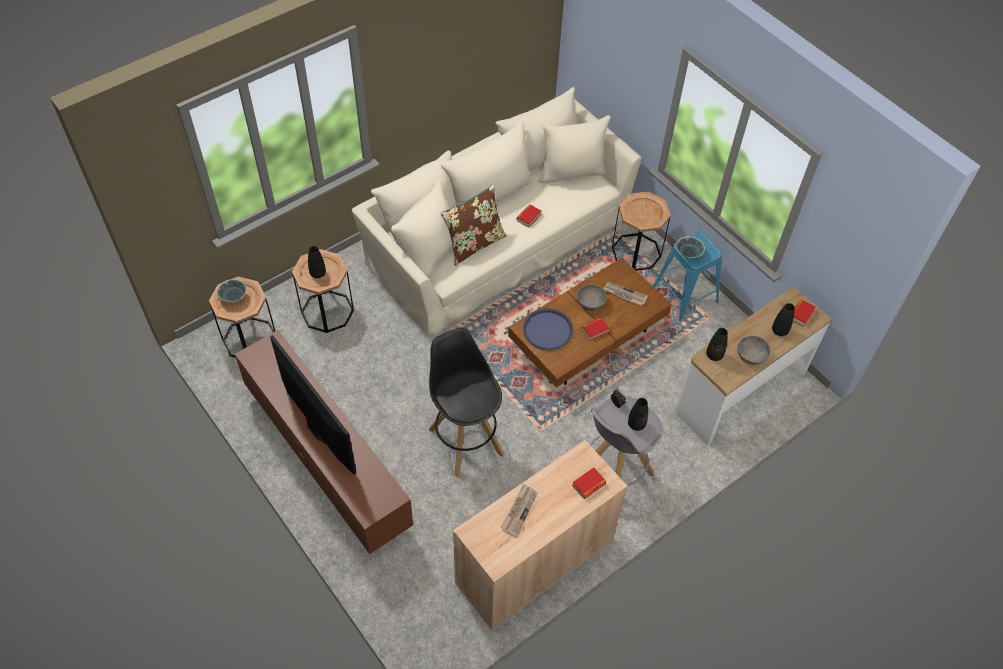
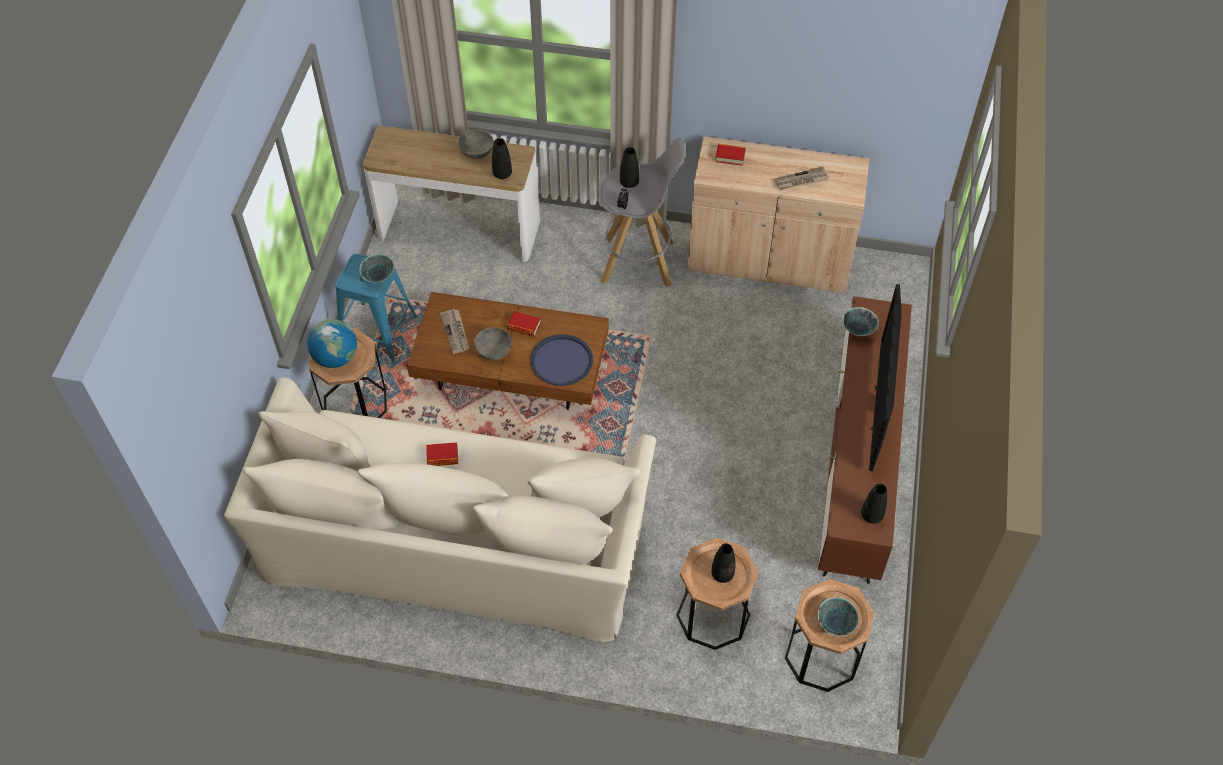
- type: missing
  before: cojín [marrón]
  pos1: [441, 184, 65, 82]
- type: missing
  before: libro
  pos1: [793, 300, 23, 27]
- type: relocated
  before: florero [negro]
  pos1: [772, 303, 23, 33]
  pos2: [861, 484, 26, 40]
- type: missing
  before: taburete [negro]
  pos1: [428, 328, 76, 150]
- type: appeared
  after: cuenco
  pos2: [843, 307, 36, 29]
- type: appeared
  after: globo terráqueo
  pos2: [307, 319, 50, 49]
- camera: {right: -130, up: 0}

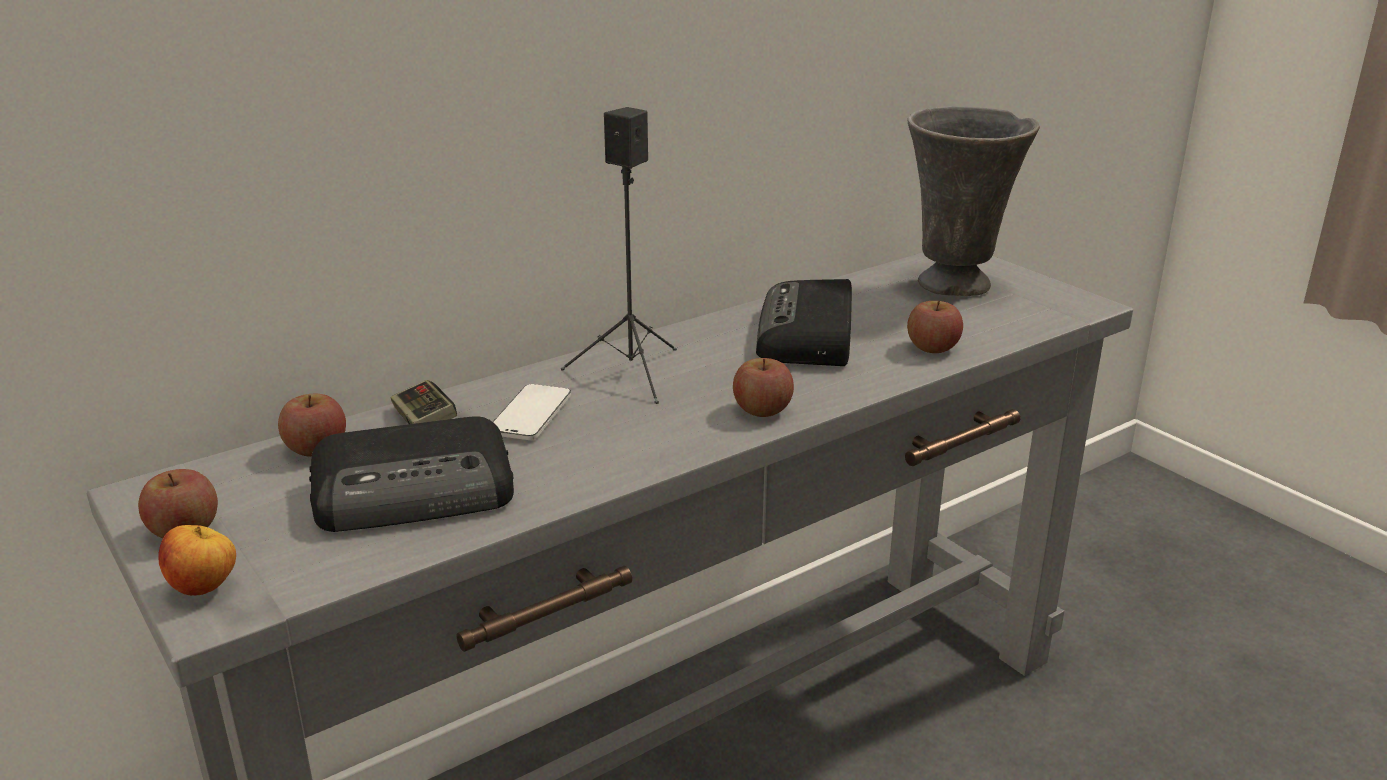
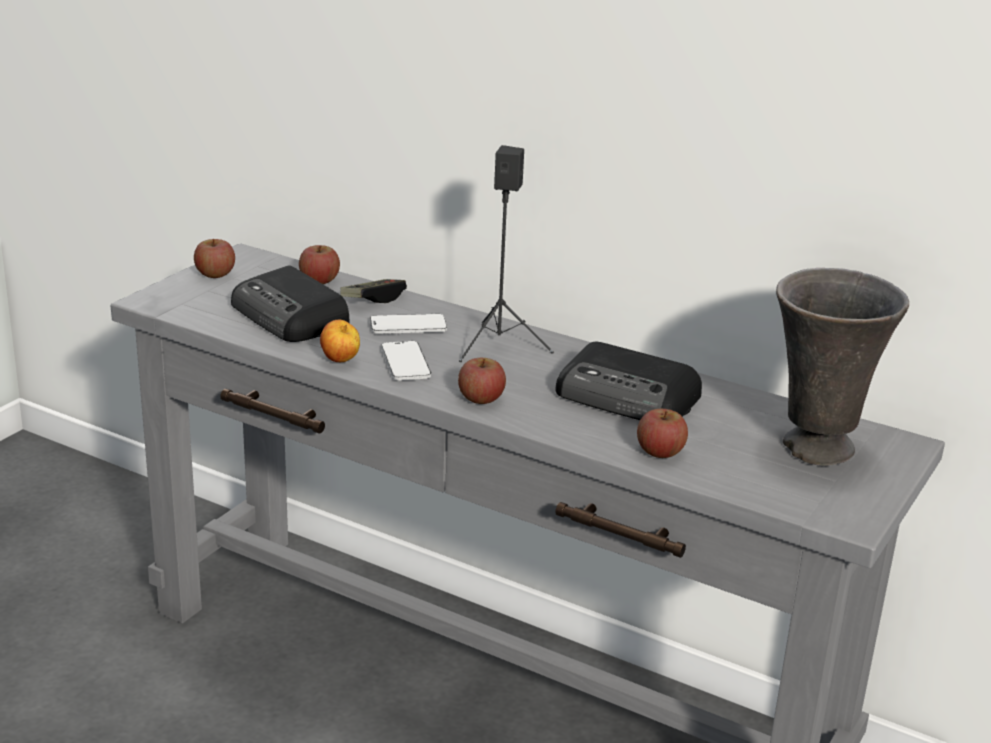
- type: spun
  before: radio
  pos1: [756, 279, 96, 87]
  pos2: [555, 342, 147, 78]
  turn: -135
- type: relocated
  before: manzana
  pos1: [159, 525, 77, 71]
  pos2: [320, 320, 40, 42]
- type: appeared
  after: móvil
  pos2: [381, 341, 50, 40]
- camera: {right: 65, up: 0}

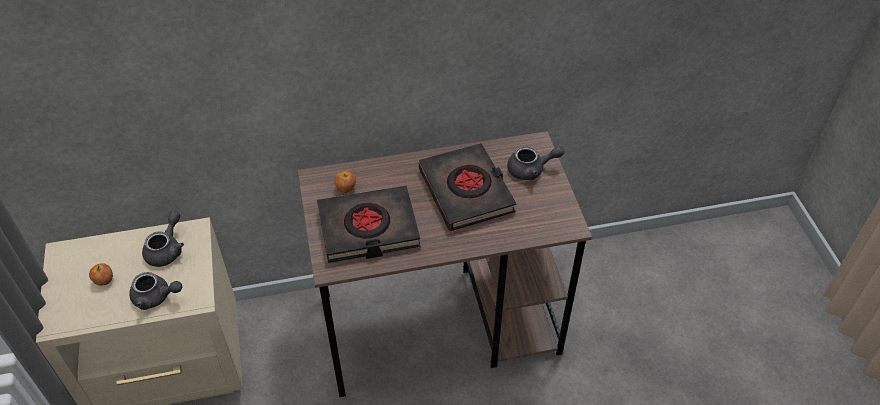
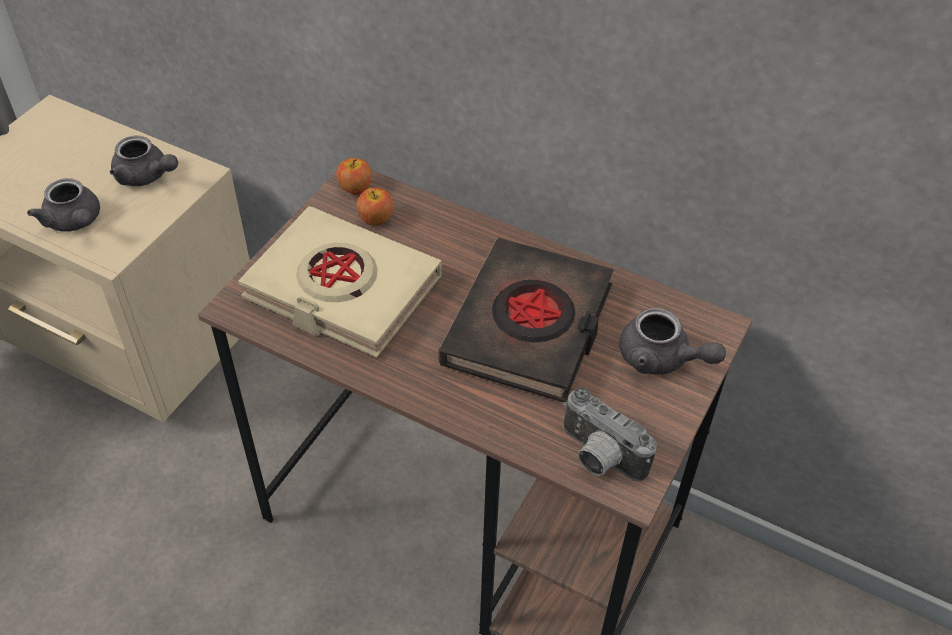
- type: colour
  before: libro [negro]
  after: libro [beis]
  pos1: [317, 186, 103, 77]
  pos2: [238, 206, 204, 152]
- type: spun
  before: tetera [gris]
  pos1: [142, 211, 42, 56]
  pos2: [110, 136, 68, 50]
  turn: 60
- type: relocated
  before: manzana
  pos1: [89, 263, 24, 23]
  pos2: [336, 158, 36, 37]
- type: appeared
  after: cámara
  pos2: [563, 387, 94, 95]
- camera: {right: 40, up: 0}

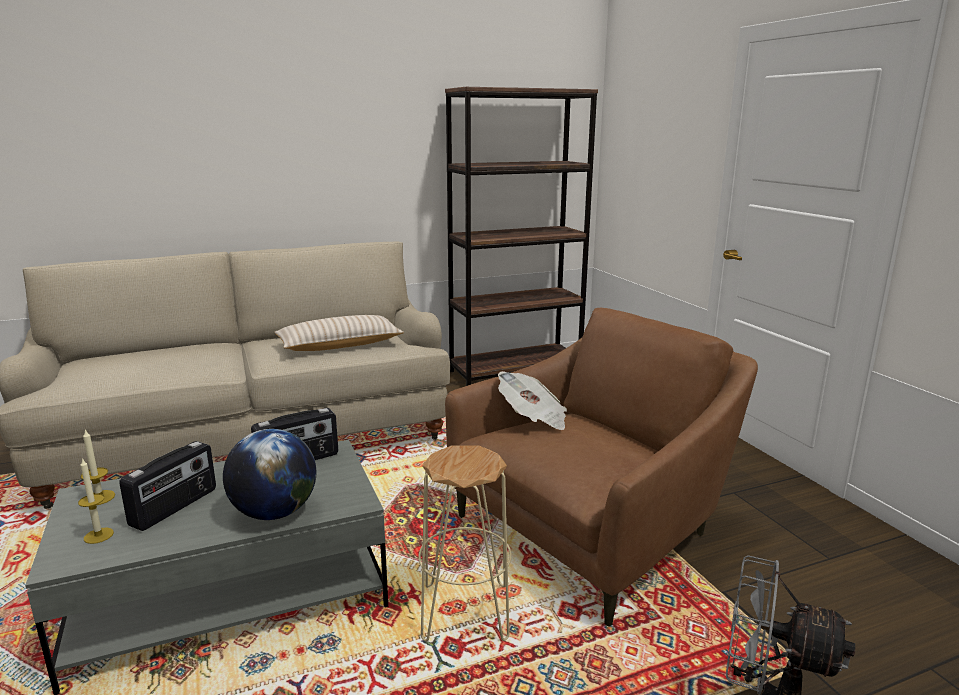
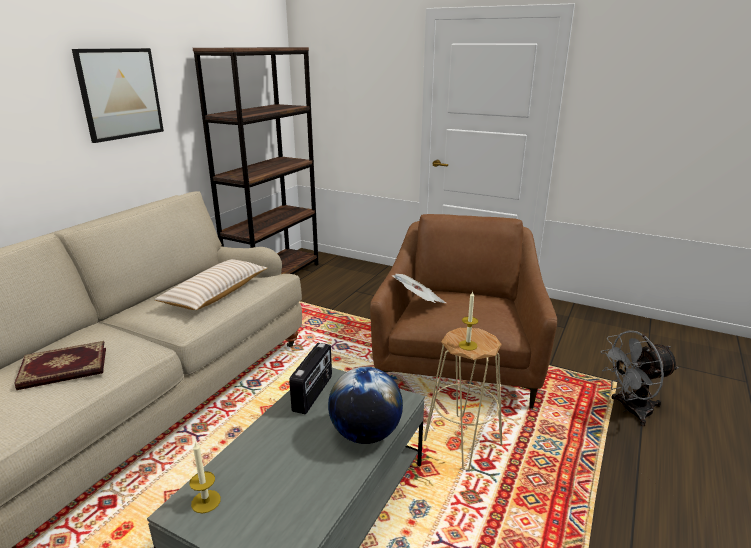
- type: missing
  before: radio
  pos1: [119, 441, 97, 90]
- type: relocated
  before: vela
  pos1: [78, 458, 36, 86]
  pos2: [459, 291, 19, 59]
- type: appeared
  after: cuadro
  pos2: [72, 48, 92, 95]
- type: appeared
  after: libro
  pos2: [15, 341, 91, 49]
- camera: {right: -40, up: 5}

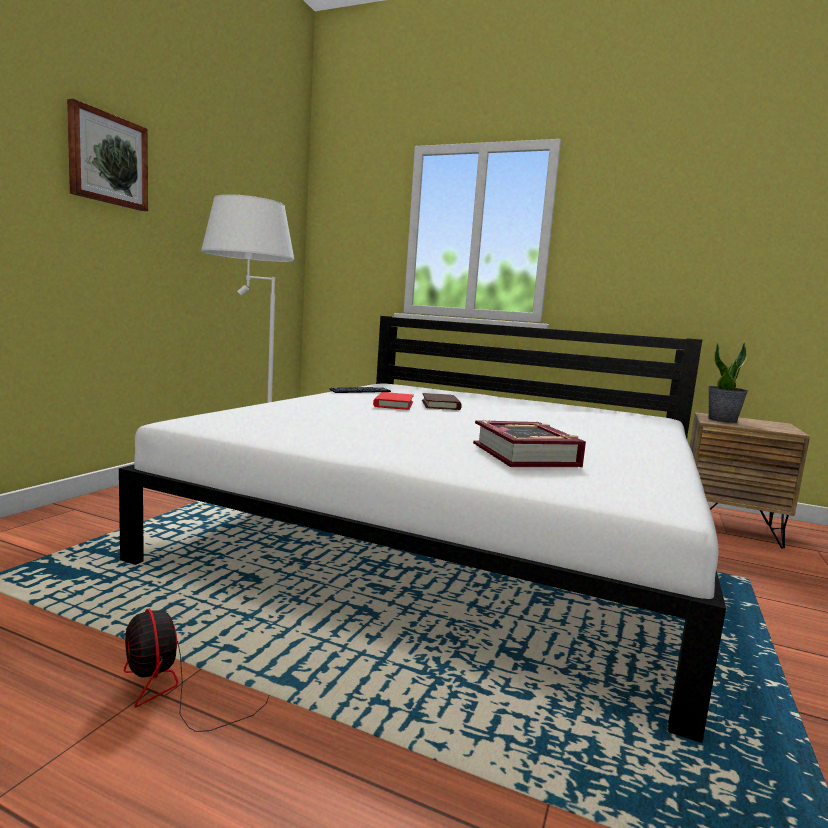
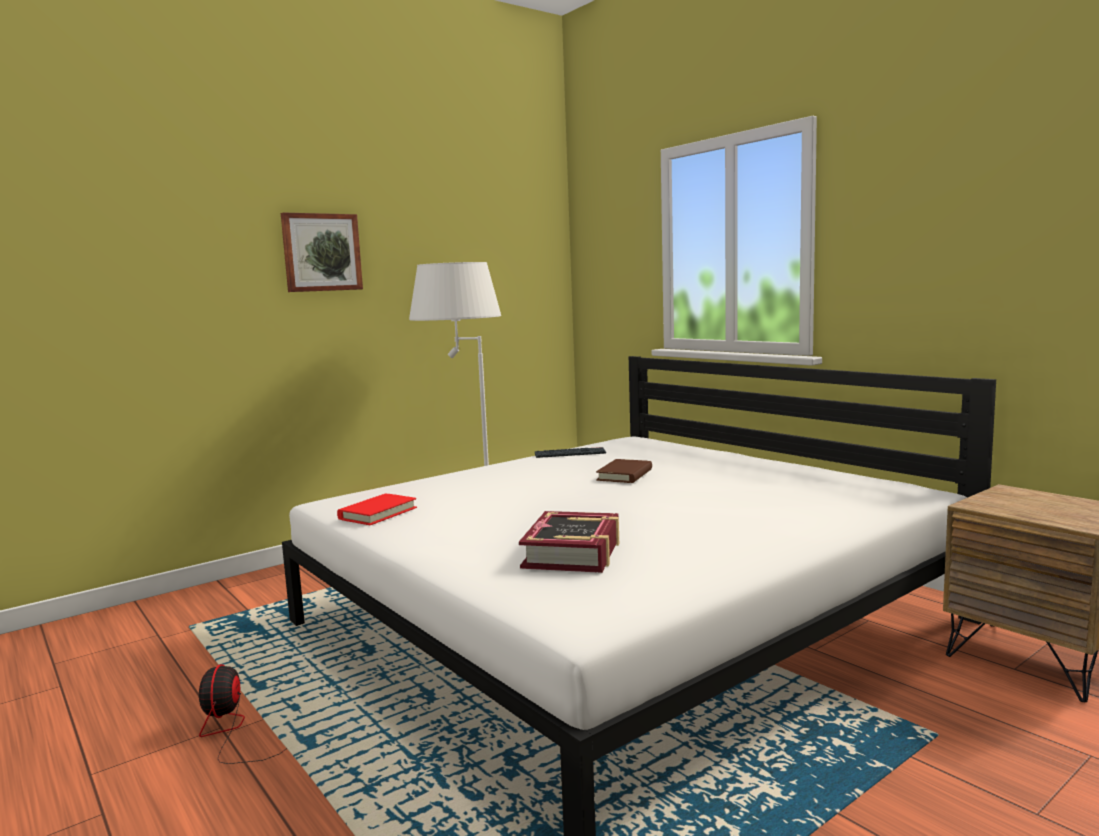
- type: missing
  before: planta en maceta
  pos1: [708, 342, 40, 81]
- type: relocated
  before: libro [rojo]
  pos1: [373, 392, 41, 18]
  pos2: [337, 493, 80, 32]
- camera: {right: 30, up: 0}

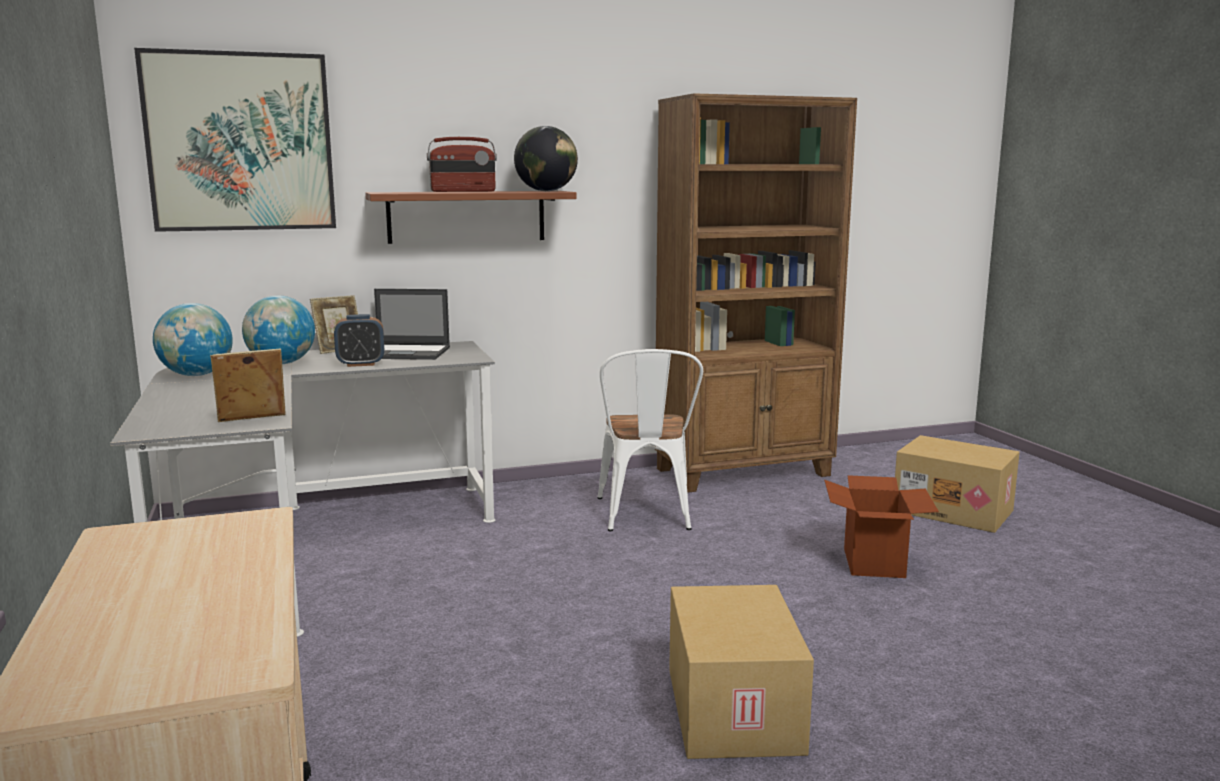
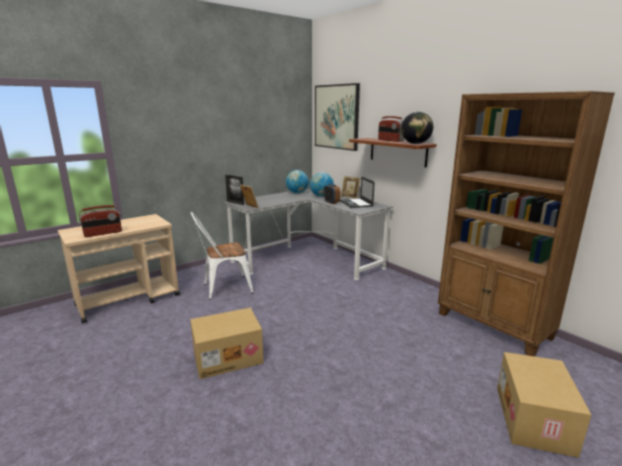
- type: relocated
  before: silla [blanco]
  pos1: [597, 349, 106, 182]
  pos2: [191, 212, 62, 87]
- type: missing
  before: caja de cartón
  pos1: [824, 475, 115, 103]
- type: appeared
  after: portarretratos
  pos2: [225, 175, 19, 30]
- type: appeared
  after: radio
  pos2: [79, 205, 43, 32]
- camera: {right: 70, up: 5}

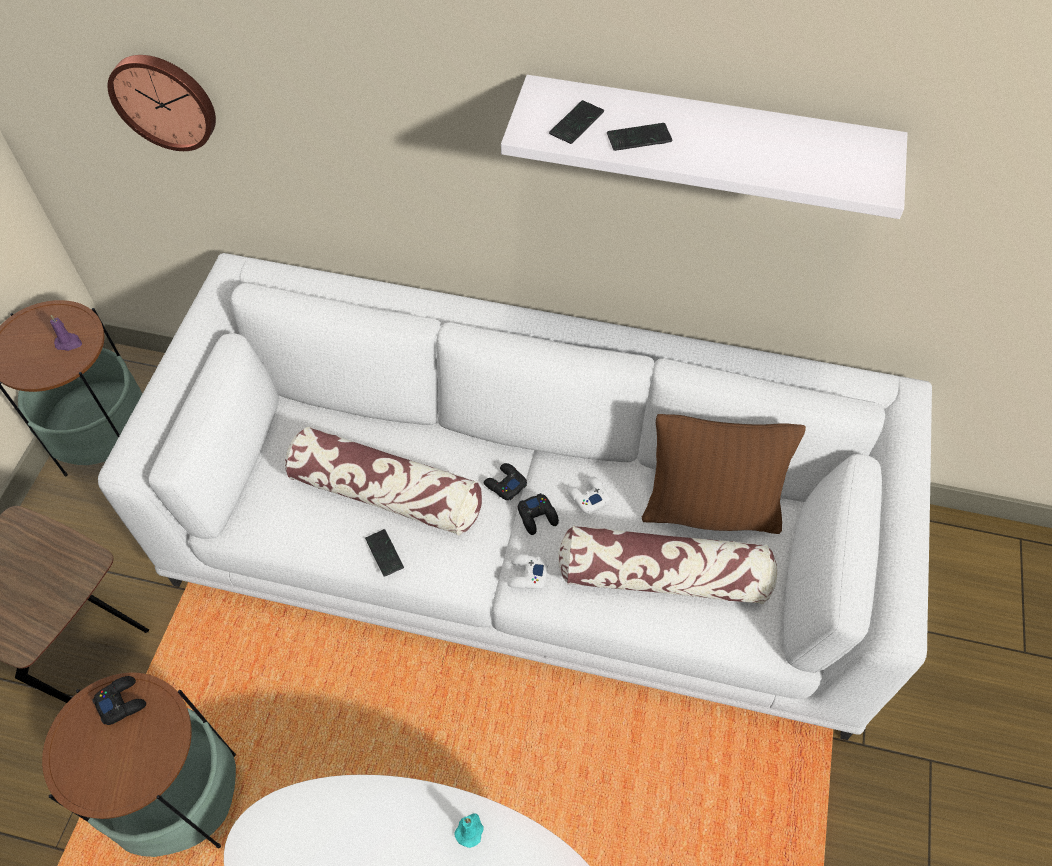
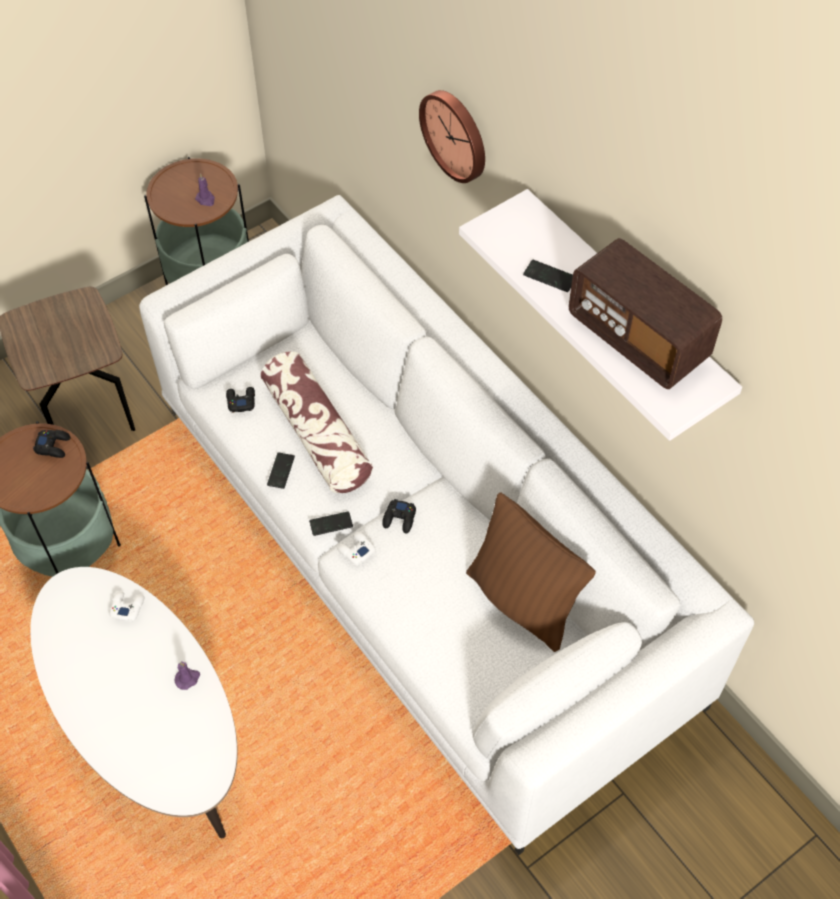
- type: relocated
  before: reloj de pared
  pos1: [108, 55, 108, 96]
  pos2: [419, 90, 66, 93]
- type: relocated
  before: móvil
  pos1: [549, 100, 55, 44]
  pos2: [309, 511, 44, 25]
- type: relocated
  before: mando de consola [negro]
  pos1: [484, 463, 43, 37]
  pos2: [226, 387, 29, 26]
- type: relocated
  before: mando de consola [blanco]
  pos1: [567, 477, 43, 37]
  pos2: [109, 591, 35, 31]
- type: missing
  before: cojín
  pos1: [558, 525, 219, 79]
- type: colour
  before: vela [turquesa]
  after: vela [morado]
  pos1: [454, 813, 30, 35]
  pos2: [174, 661, 26, 29]
- type: appeared
  after: radio
  pos2: [568, 238, 154, 151]
- camera: {right: 40, up: 0}

